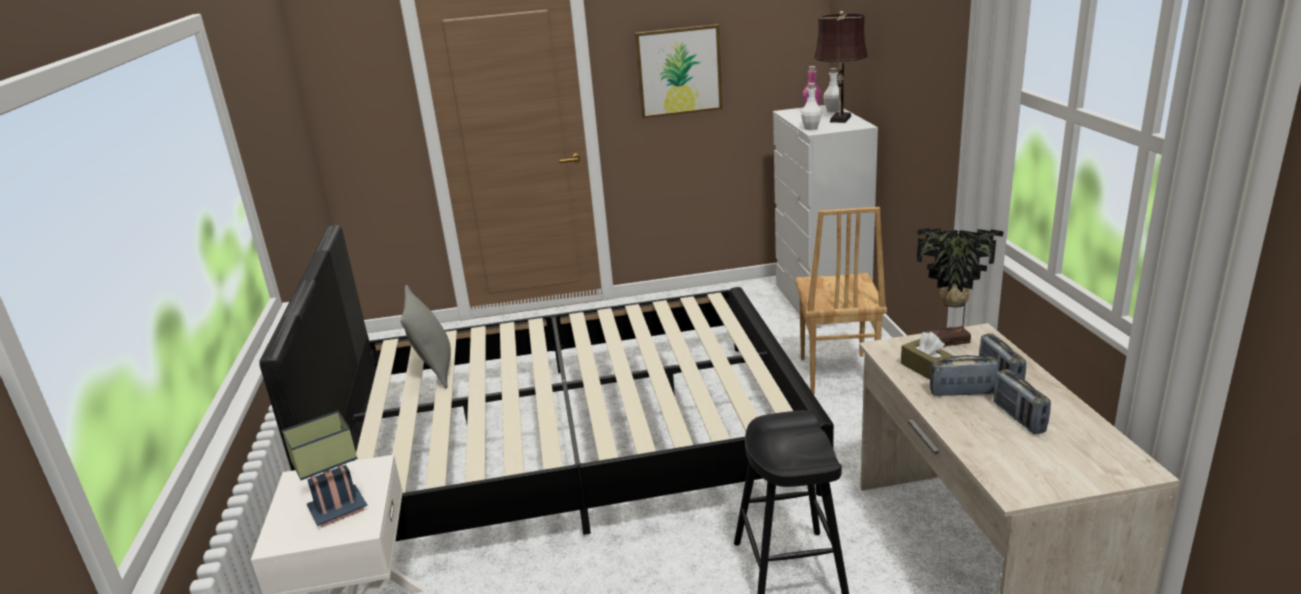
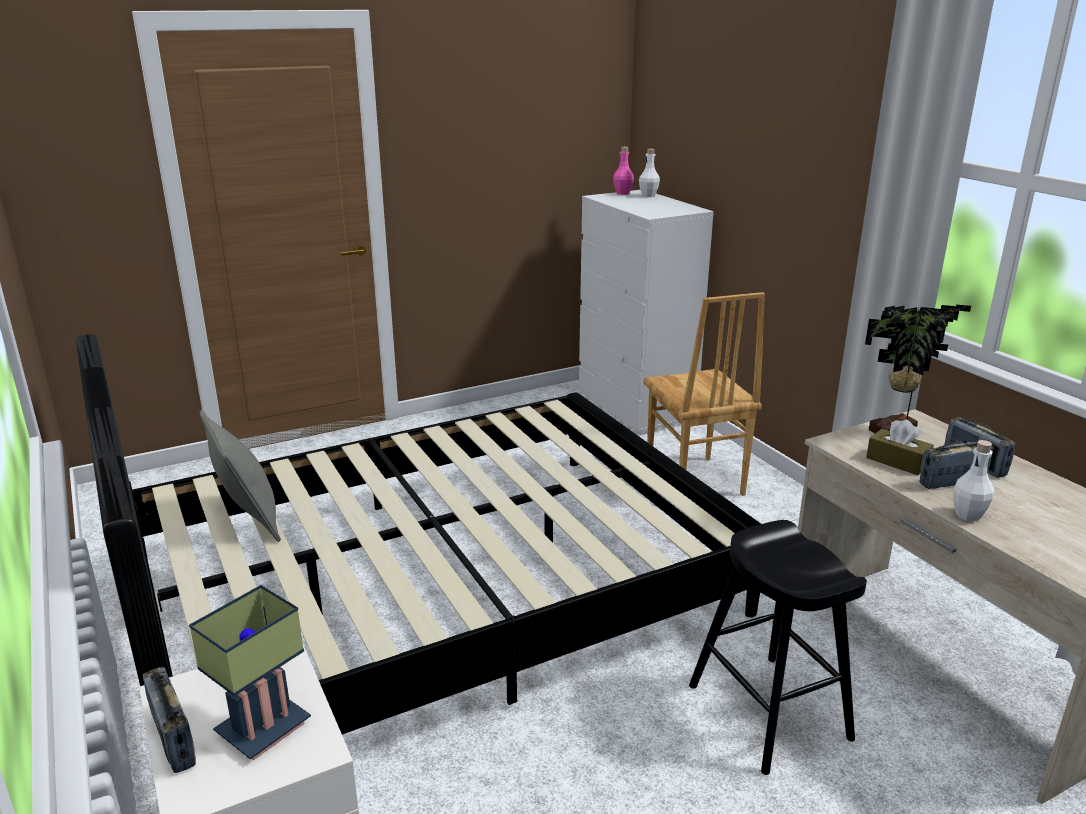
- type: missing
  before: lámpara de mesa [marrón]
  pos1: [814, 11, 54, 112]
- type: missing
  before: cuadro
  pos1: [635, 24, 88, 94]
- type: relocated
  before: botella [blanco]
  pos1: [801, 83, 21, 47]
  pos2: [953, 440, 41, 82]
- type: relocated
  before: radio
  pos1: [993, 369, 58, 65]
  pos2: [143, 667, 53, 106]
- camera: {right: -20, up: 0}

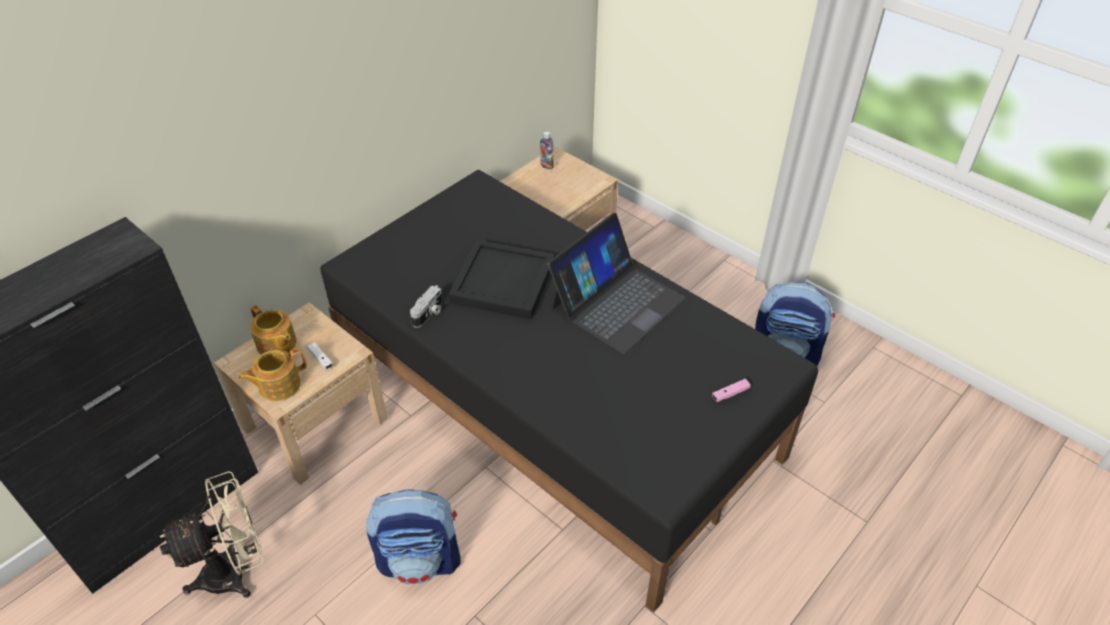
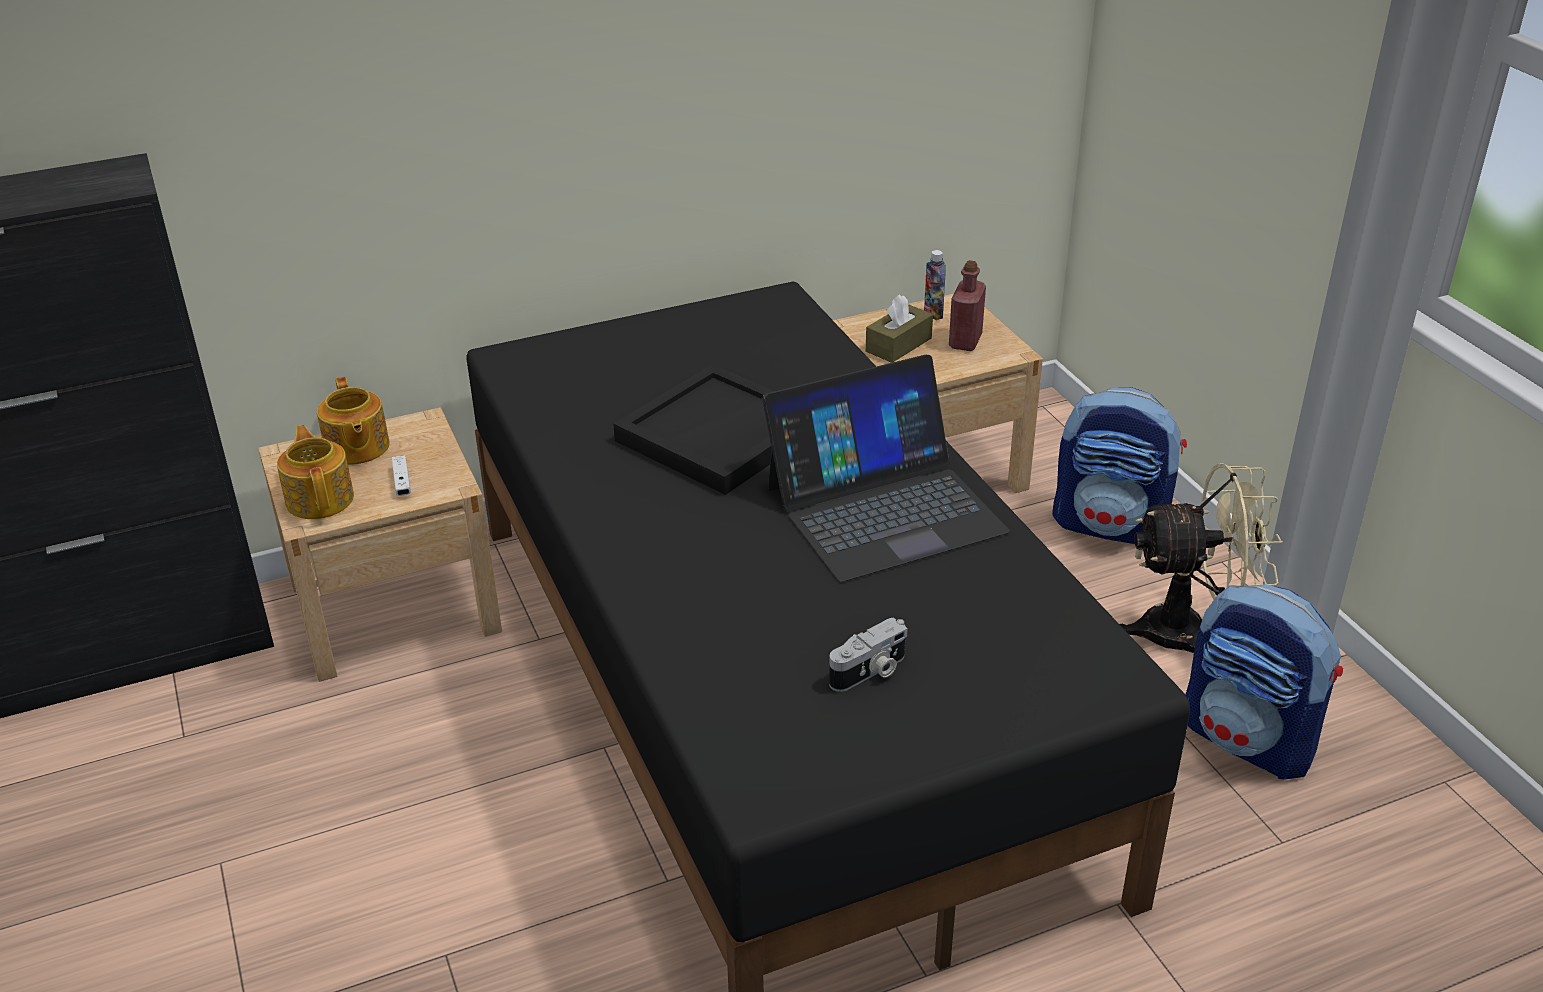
- type: relocated
  before: cámara
  pos1: [410, 285, 32, 43]
  pos2: [829, 618, 79, 74]
- type: spun
  before: tetera
  pos1: [238, 348, 69, 53]
  pos2: [277, 425, 77, 94]
  turn: 75
- type: missing
  before: mando de consola [rosa]
  pos1: [712, 379, 39, 23]
- type: relocated
  before: ventilador [beis]
  pos1: [160, 471, 104, 127]
  pos2: [1120, 463, 163, 190]
- type: relocated
  before: mochila
  pos1: [366, 490, 95, 95]
  pos2: [1052, 388, 135, 156]
- type: appeared
  after: botella [rojo]
  pos2: [949, 260, 37, 91]
- type: appeared
  after: caja de pañuelos [marrón]
  pos2: [866, 294, 67, 69]
- camera: {right: 25, up: -10}

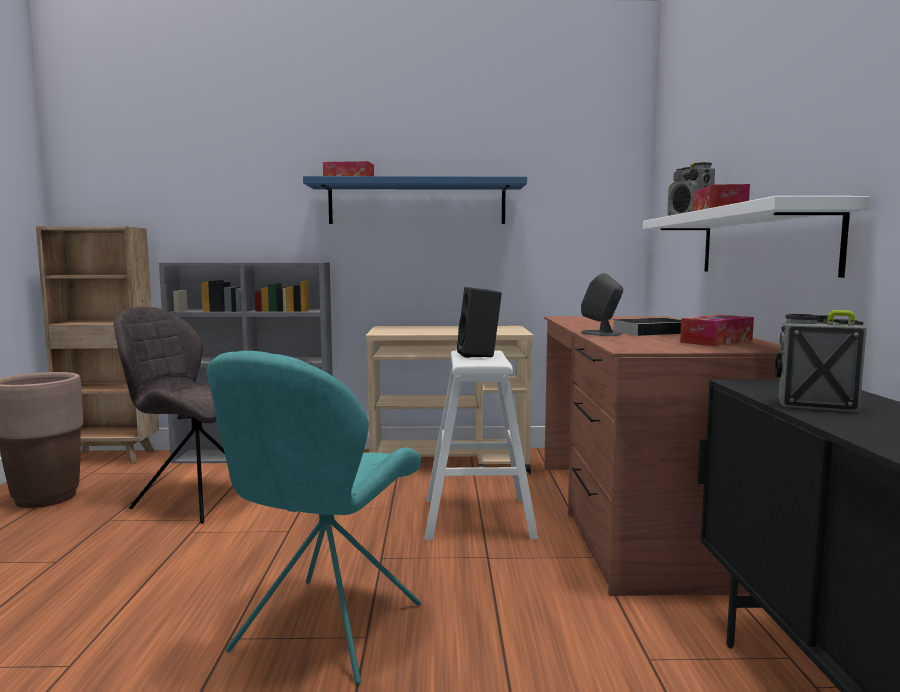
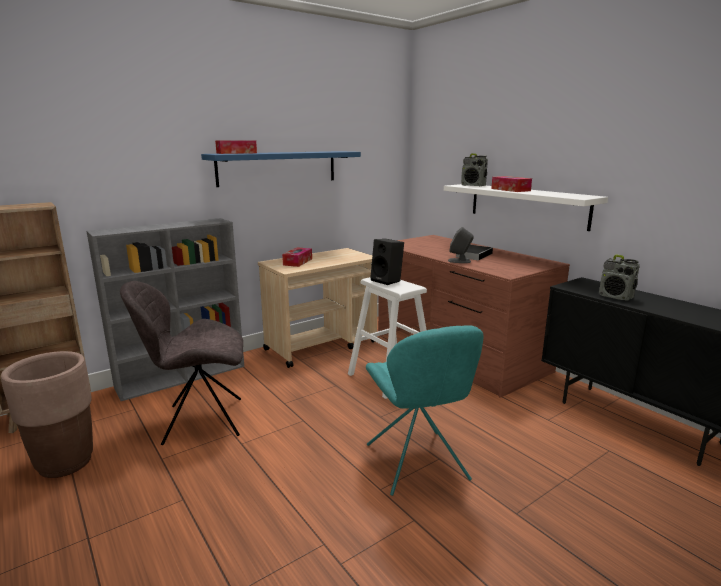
- type: spun
  before: radio
  pos1: [775, 310, 92, 102]
  pos2: [599, 255, 41, 46]
  turn: -120
- type: relocated
  before: caja de pañuelos
  pos1: [680, 315, 74, 31]
  pos2: [282, 247, 30, 20]
- camera: {right: -35, up: 10}

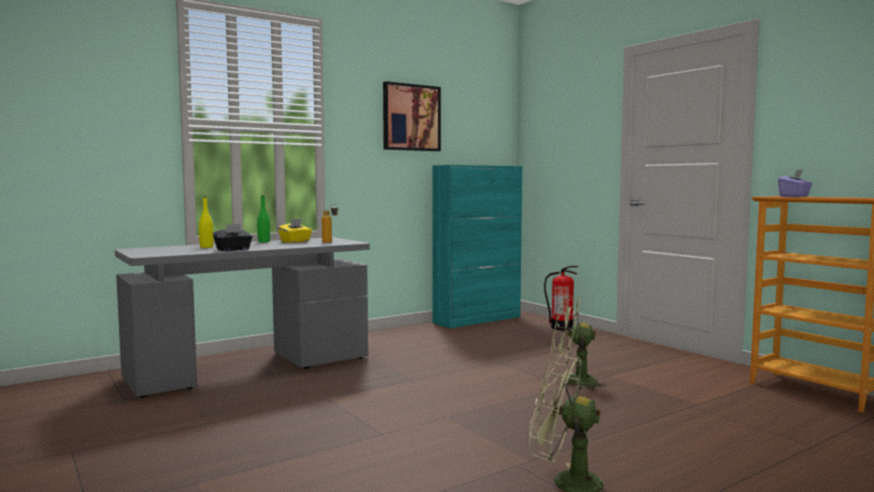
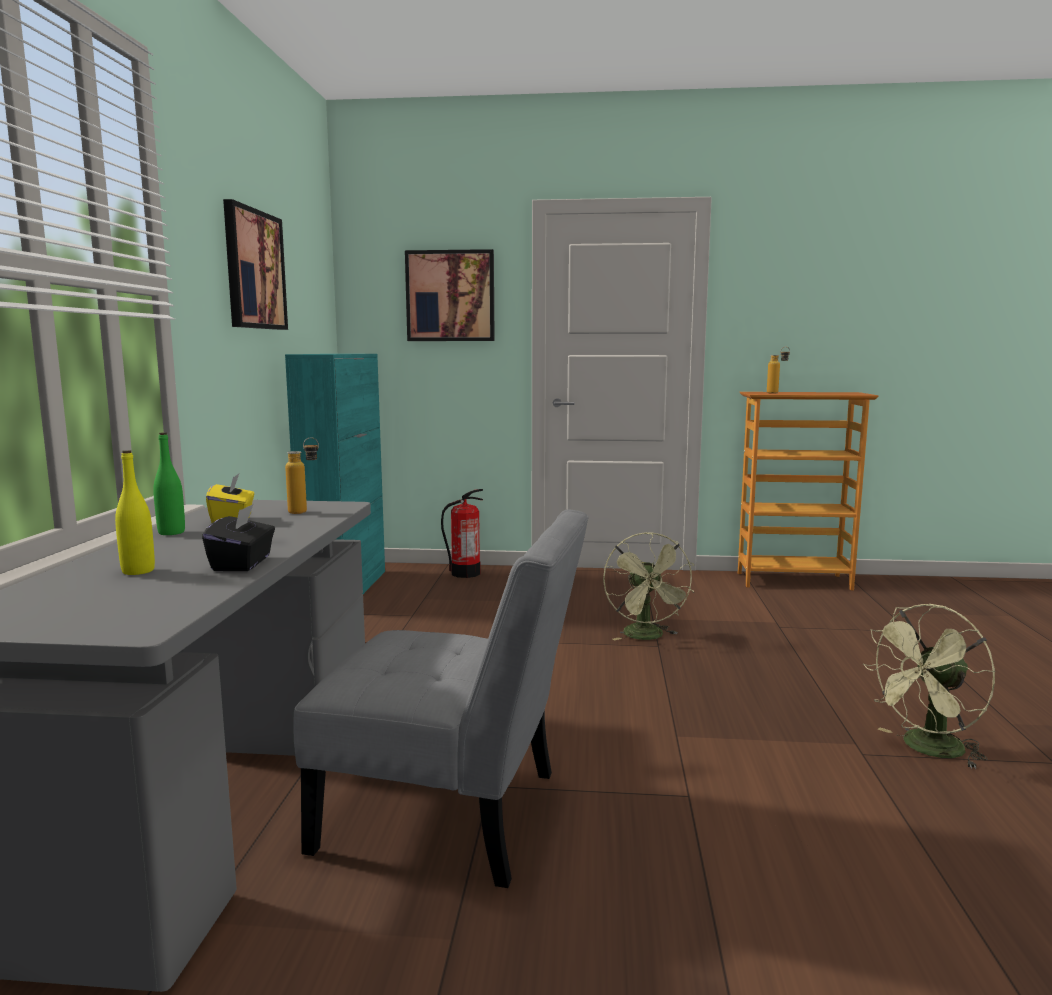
- type: exchanged
  before: caja de pañuelos [morado]
  after: botella
  pos1: [778, 170, 34, 27]
  pos2: [767, 347, 23, 46]
- type: spun
  before: ventilador [verde]
  pos1: [551, 296, 57, 94]
  pos2: [603, 532, 91, 108]
  turn: -60
- type: appeared
  after: cuadro
  pos2: [405, 249, 90, 92]
- type: appeared
  after: silla [gris]
  pos2: [294, 509, 295, 379]
- camera: {right: -50, up: 5}

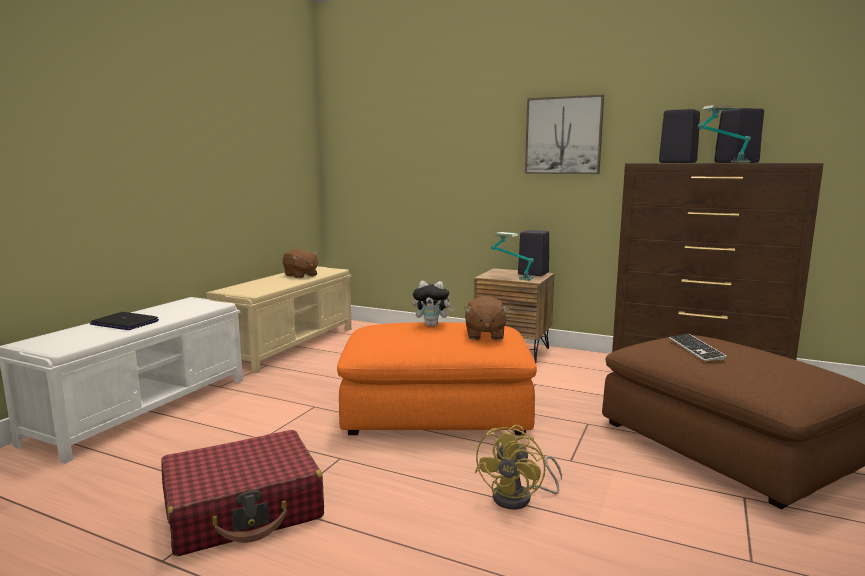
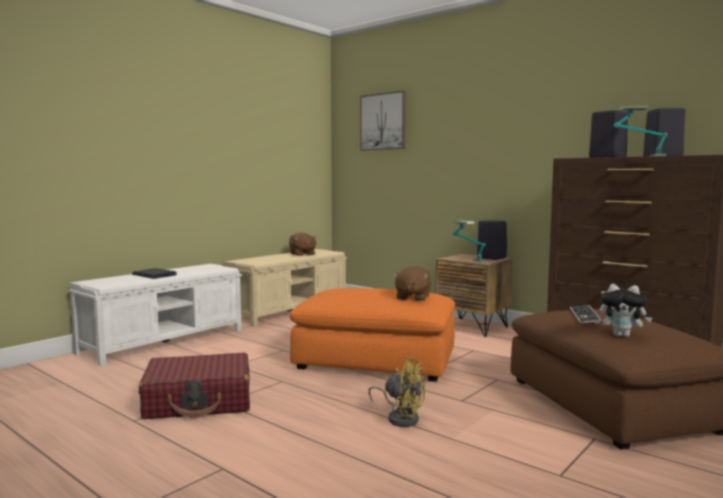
- type: relocated
  before: cuadro
  pos1: [525, 95, 79, 79]
  pos2: [360, 90, 46, 60]
- type: relocated
  before: peluche
  pos1: [413, 281, 42, 45]
  pos2: [600, 284, 53, 53]
- type: spun
  before: ventilador [amarillo]
  pos1: [475, 425, 87, 85]
  pos2: [368, 356, 57, 71]
  turn: -105
- camera: {right: 15, up: -5}

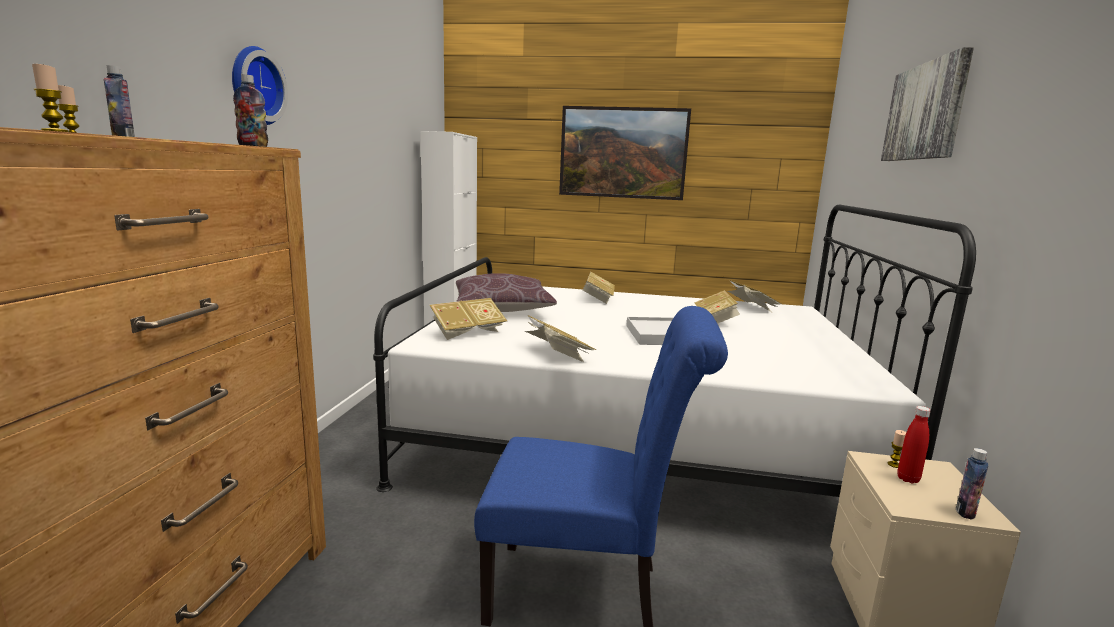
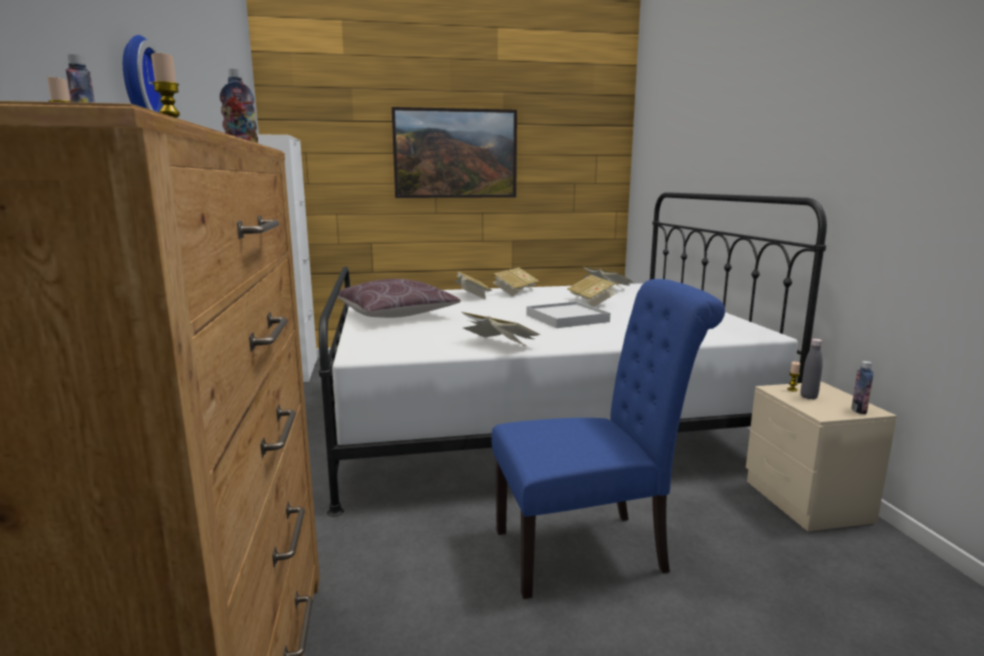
- type: missing
  before: cuadro
  pos1: [881, 47, 93, 114]
- type: relocated
  before: libro
  pos1: [429, 298, 78, 42]
  pos2: [493, 268, 47, 29]
- type: colour
  before: botella [rojo]
  after: botella [gris]
  pos1: [897, 406, 34, 78]
  pos2: [800, 339, 23, 60]
- camera: {right: -20, up: 0}

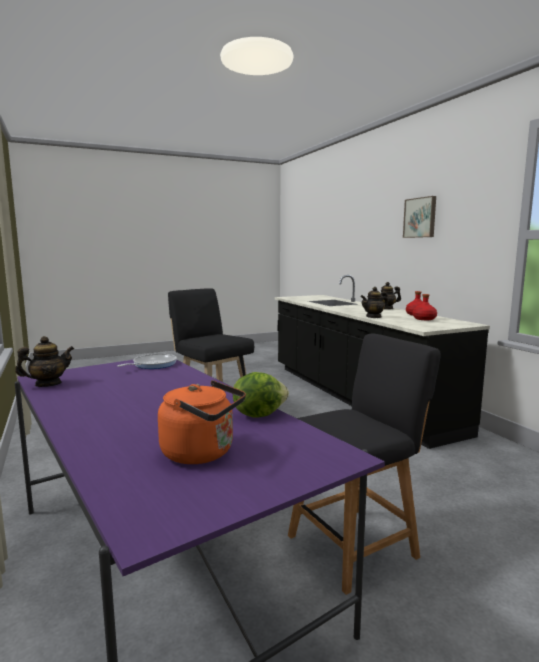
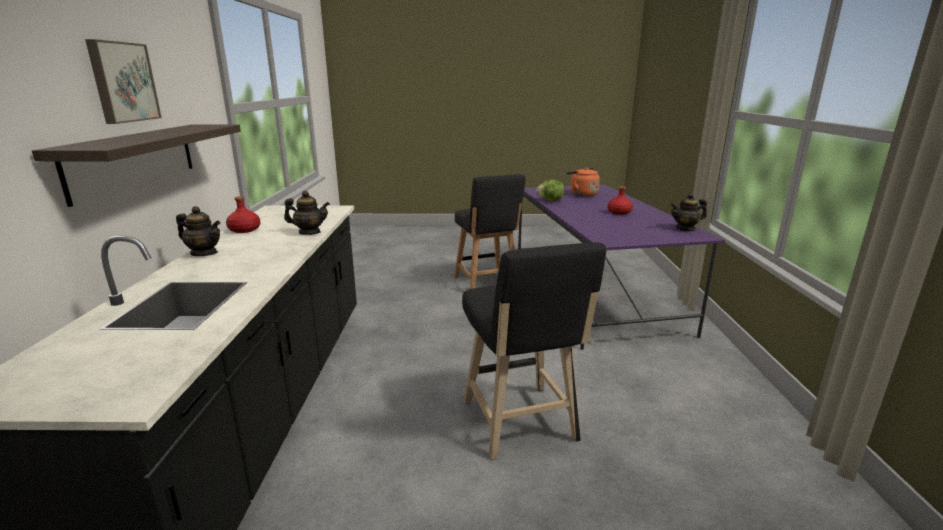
- type: relocated
  before: botella [rojo]
  pos1: [413, 294, 24, 26]
  pos2: [608, 186, 25, 29]
- type: spun
  before: silla [negro]
  pos1: [288, 334, 153, 261]
  pos2: [454, 174, 72, 115]
  turn: -105
- type: missing
  before: sartén
  pos1: [117, 354, 60, 15]
- type: appeared
  after: estante
  pos2: [32, 124, 209, 83]
- camera: {right: -155, up: 10}

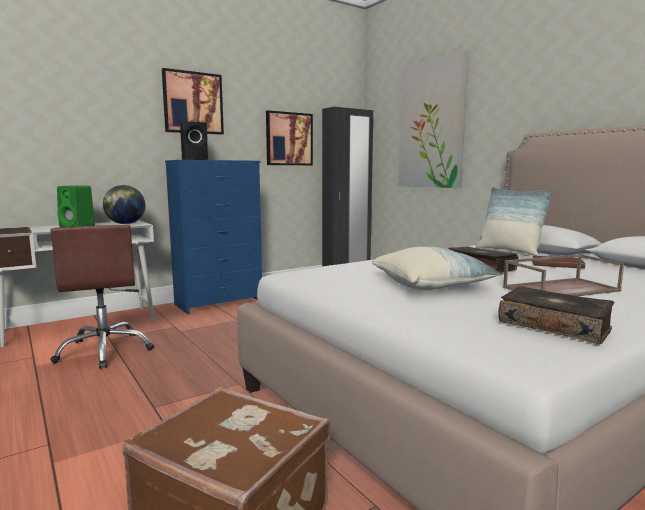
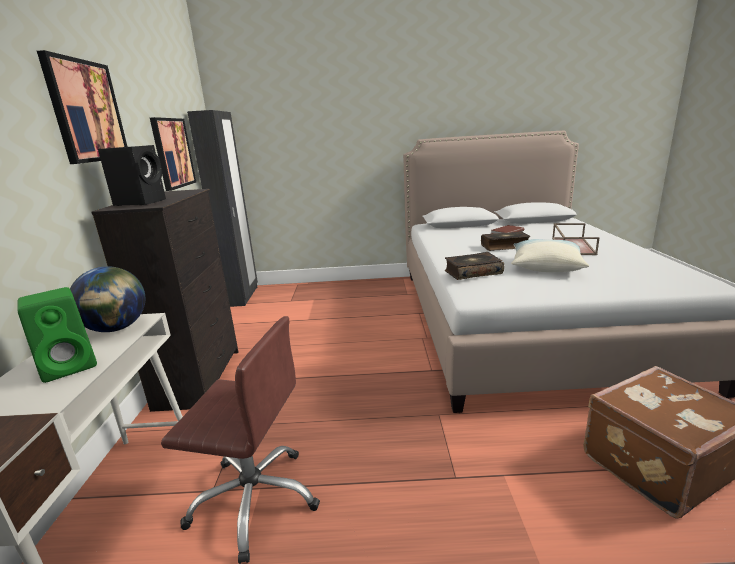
- type: missing
  before: cuadro
  pos1: [398, 50, 71, 138]
- type: colour
  before: cómoda [azul]
  after: cómoda [negro]
  pos1: [165, 160, 97, 154]
  pos2: [91, 189, 148, 223]
- type: missing
  before: cojín
  pos1: [475, 187, 79, 69]
- type: relocated
  before: libro
  pos1: [499, 286, 116, 58]
  pos2: [445, 252, 59, 28]
- camera: {right: -55, up: 10}

